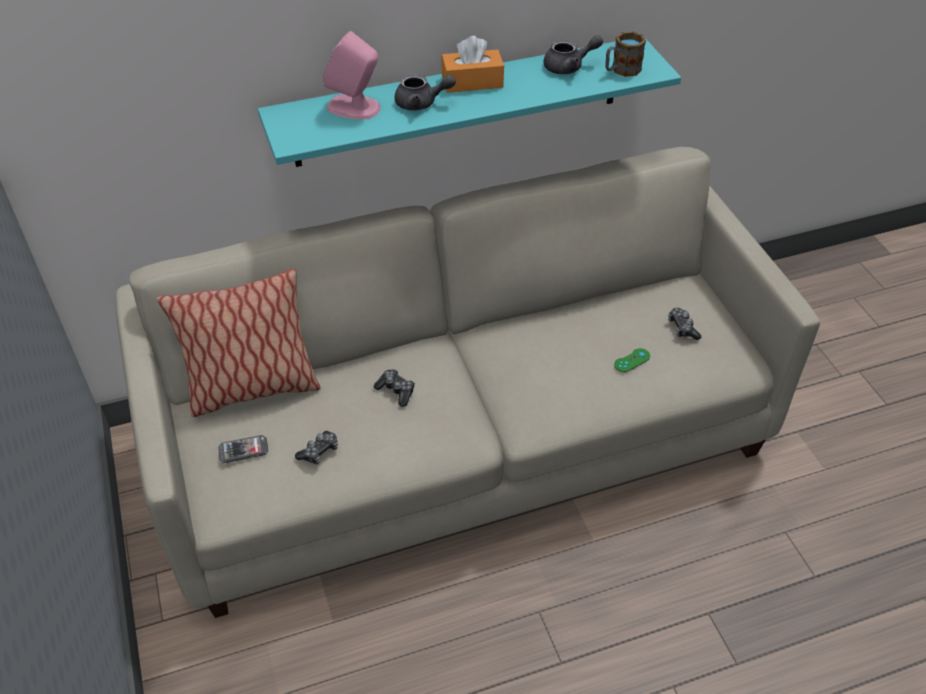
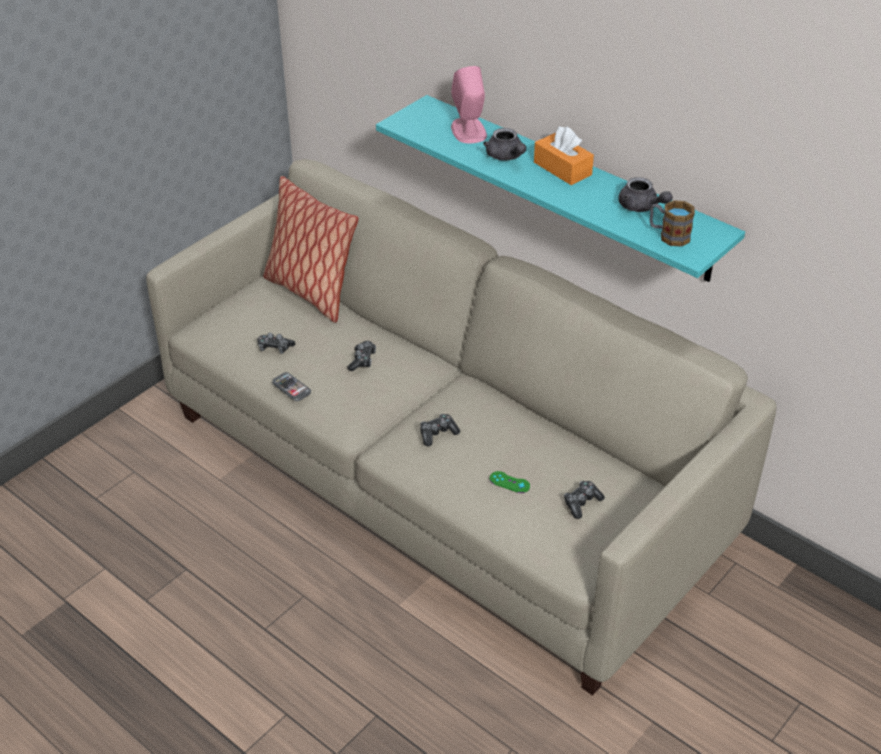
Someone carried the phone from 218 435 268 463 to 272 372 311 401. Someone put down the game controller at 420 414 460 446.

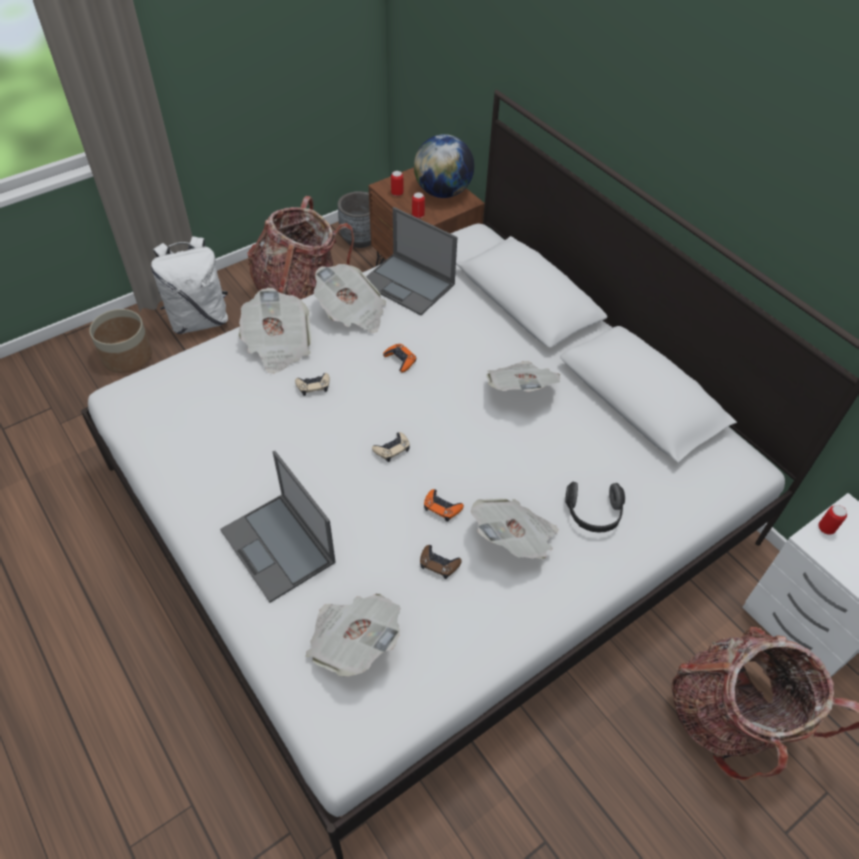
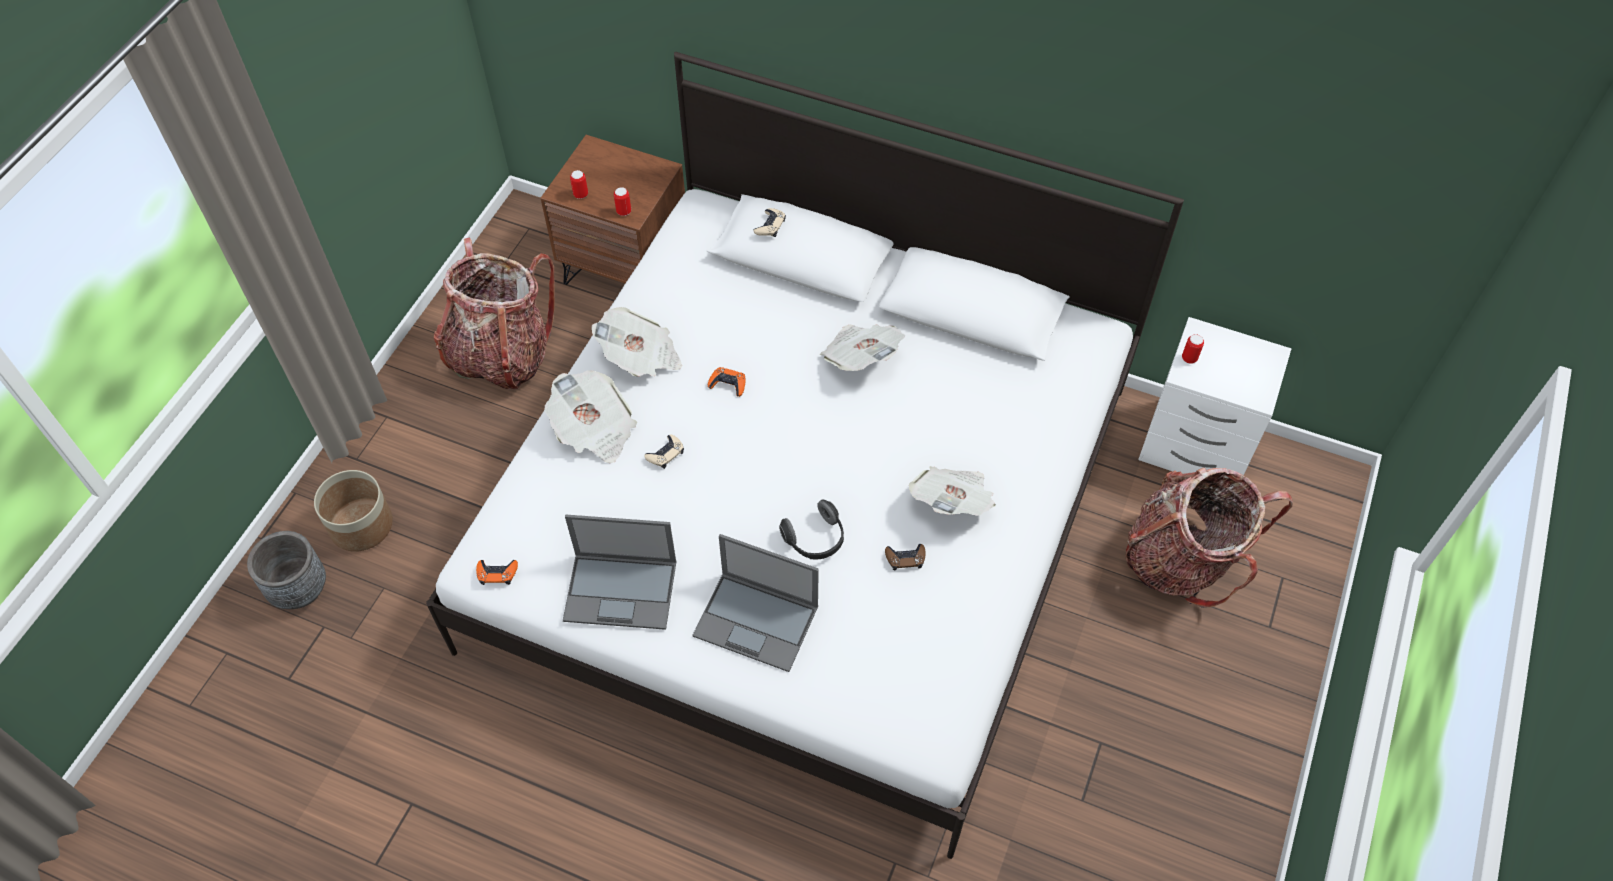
Someone took away the globe at 414 134 474 198. Someone carried the grey planter from 338 191 371 248 to 247 531 326 609. Someone carried the laptop from 366 207 457 315 to 563 515 676 630. Someone took away the white backpack at 151 236 228 334. Someone carried the beige game controller from 372 432 410 462 to 753 208 786 237. Someone carried the headphones from 565 481 625 533 to 779 499 844 560. Someone carried the orange game controller from 424 489 464 522 to 476 560 518 585. Someone took away the newspaper at 306 594 401 677.

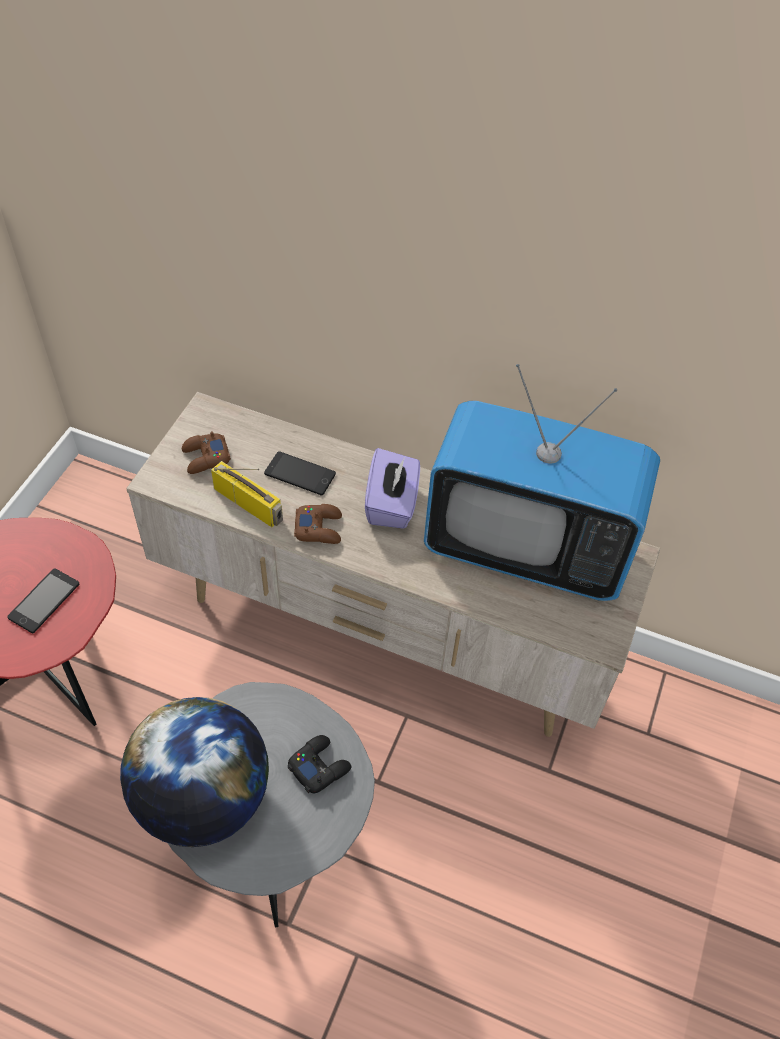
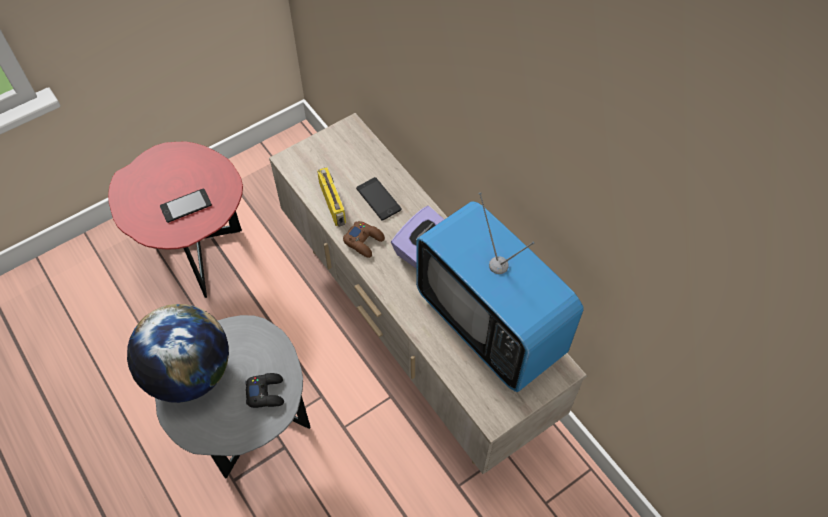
Someone took away the brown game controller at 182 431 231 474.

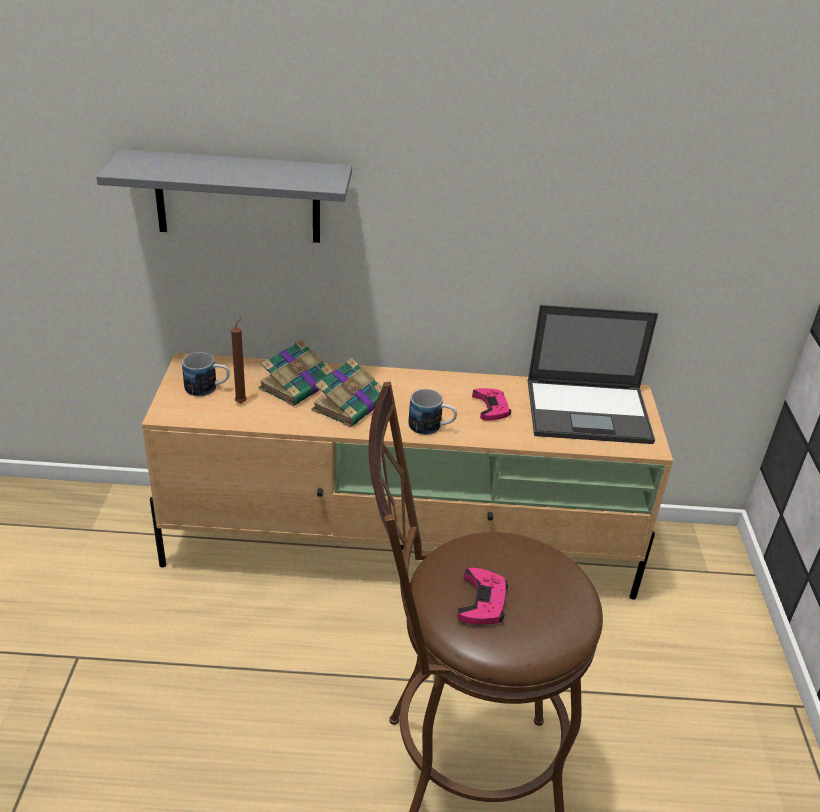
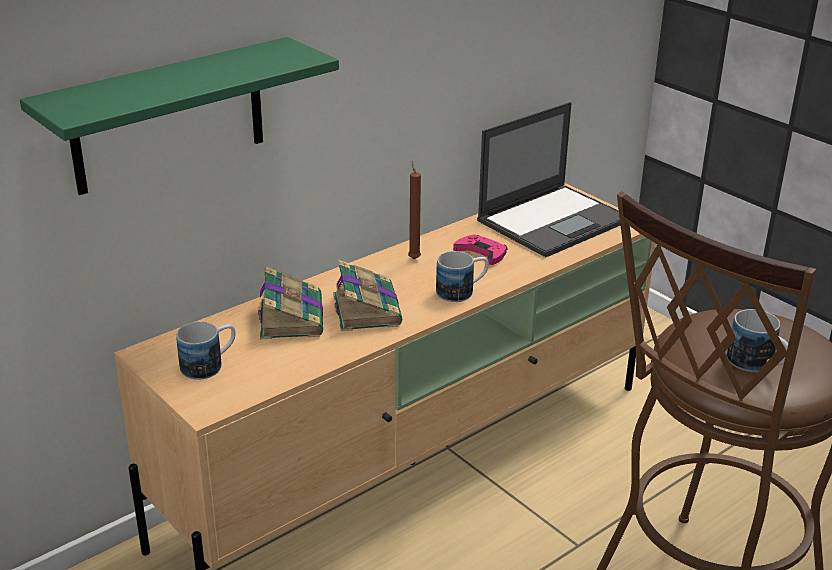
Someone repainted the grey shelf at 97 149 352 243, which became the green shelf at 20 37 339 195. Someone carried the brown candle from 231 316 247 403 to 408 160 421 260. Someone swapped the pink game controller at 457 568 508 625 for the mug at 727 309 788 372.

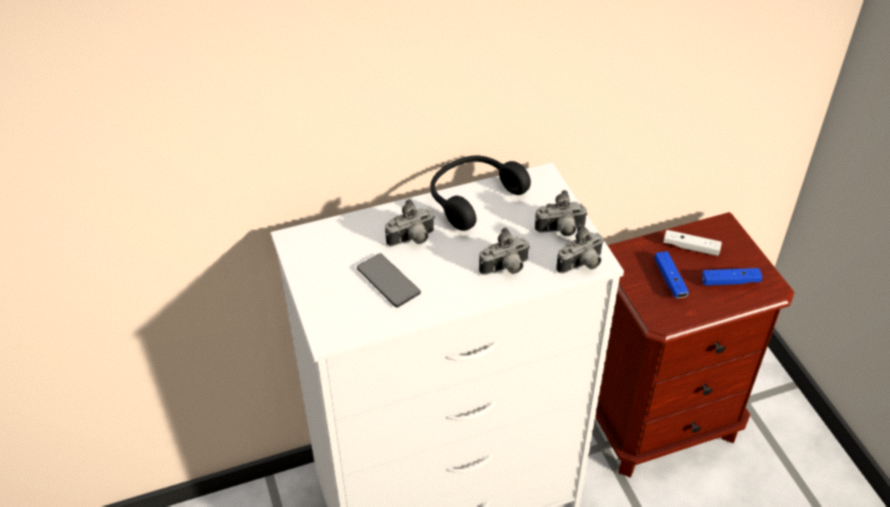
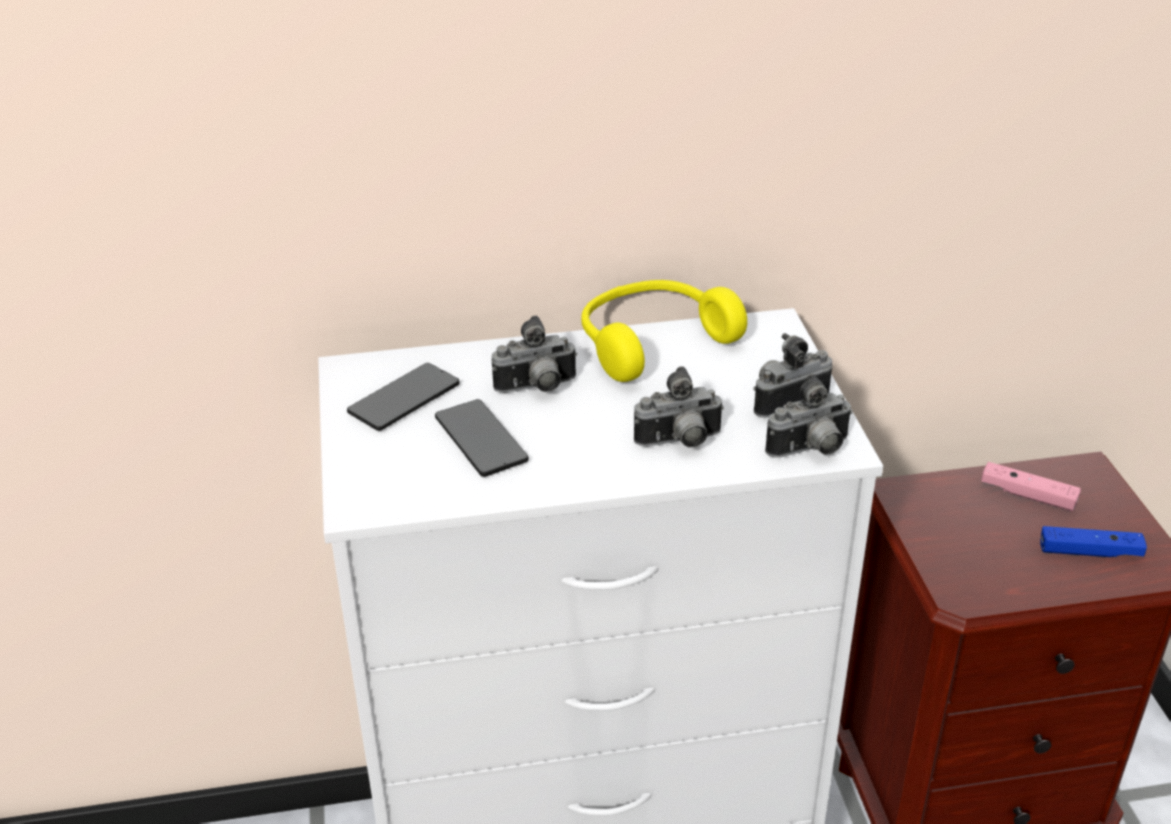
Someone repainted the black headphones at 430 156 531 231, which became the yellow headphones at 581 280 747 382. Someone rotated the photo camera at 535 190 588 236 by 150 degrees clockwise. Someone repainted the white game controller at 663 230 722 256, which became the pink game controller at 981 462 1081 511. Someone took away the blue game controller at 654 251 689 298. Someone put down the phone at 347 363 460 431.

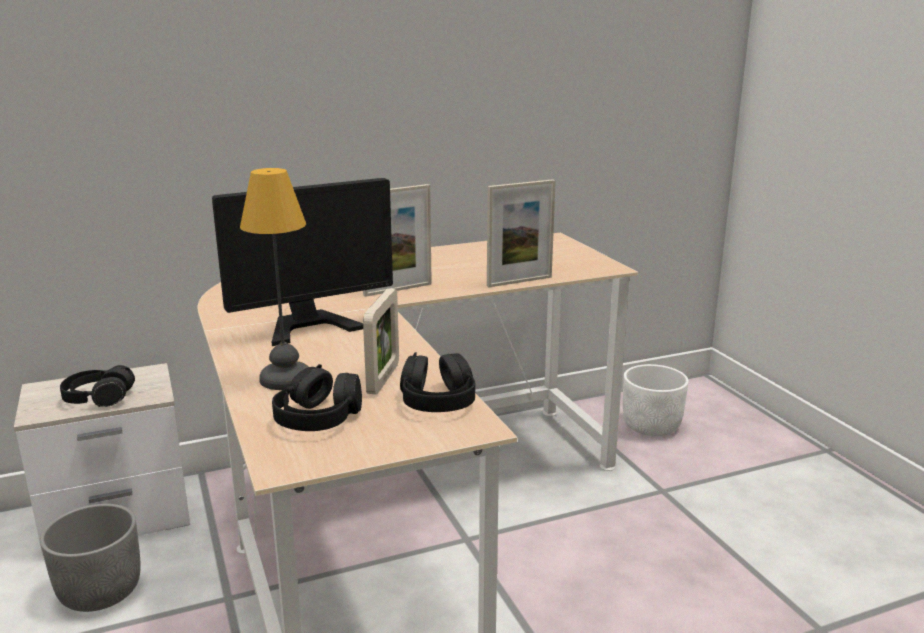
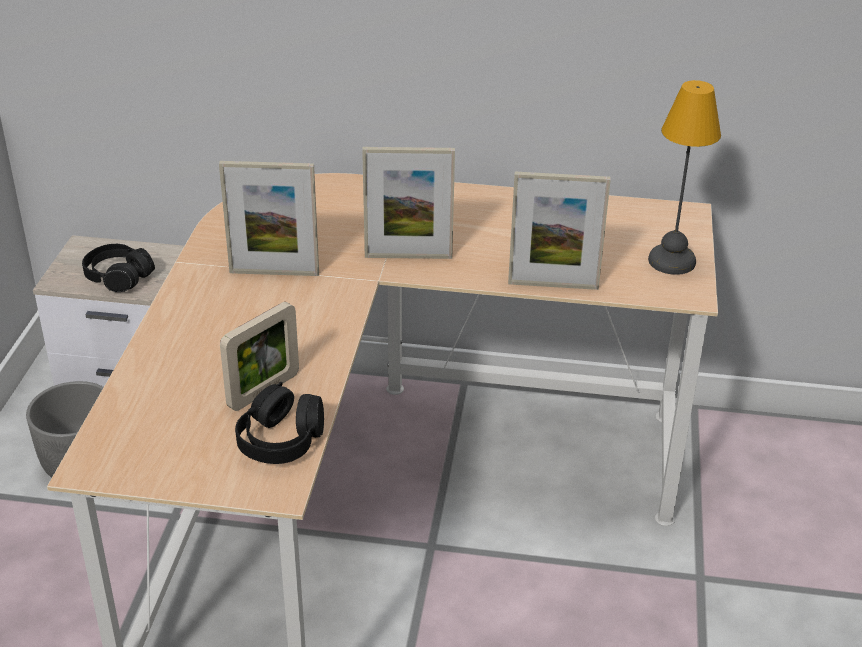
Someone carried the table lamp from 240 168 309 390 to 648 80 721 275. Someone swapped the monitor at 212 178 393 346 for the picture frame at 219 161 319 276. Someone took away the black headphones at 272 364 362 431. Someone took away the white planter at 623 364 689 436.

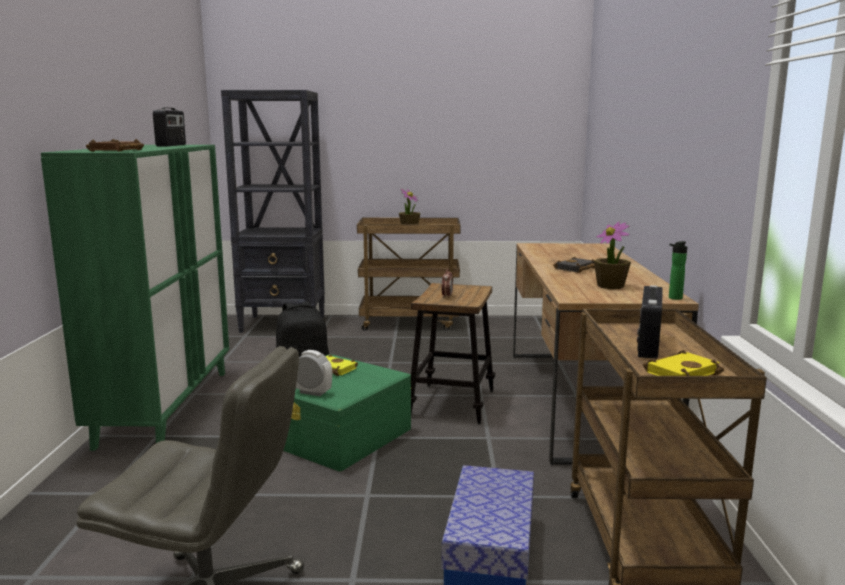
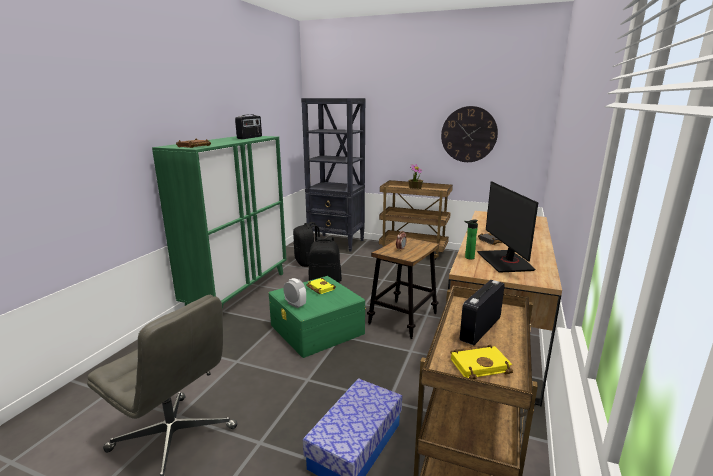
Someone swapped the potted plant at 594 221 631 289 for the monitor at 477 181 538 273. Someone carried the bottle from 669 241 687 300 to 464 220 478 259. Someone put up the wall clock at 441 106 498 162. Someone put down the black backpack at 293 222 320 267.

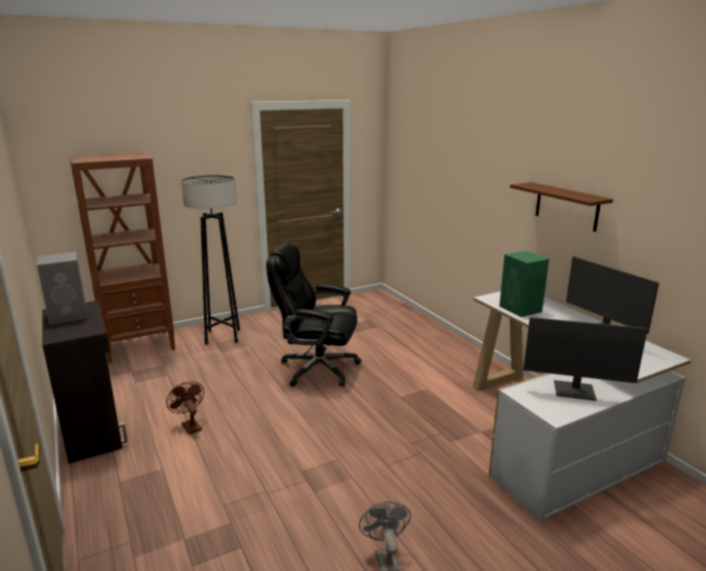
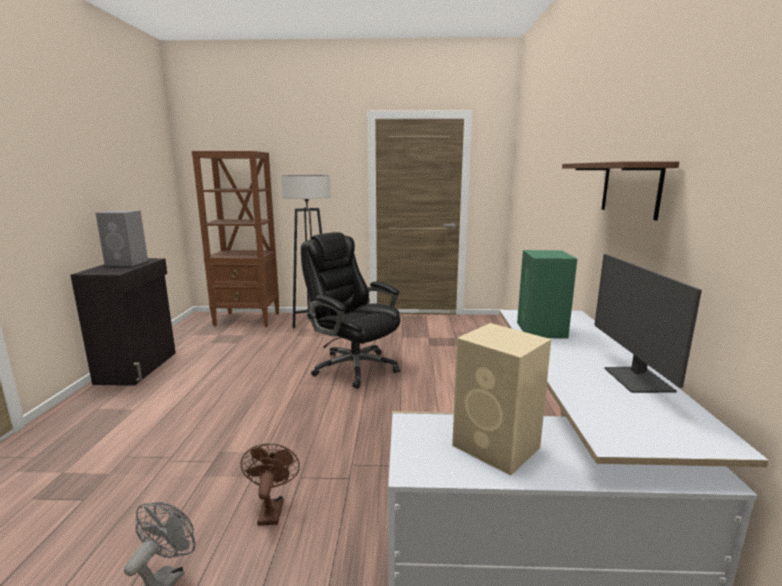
Someone swapped the monitor at 523 317 648 401 for the beige speaker at 452 323 551 476. Someone carried the brown fan from 166 381 204 435 to 241 443 300 526.

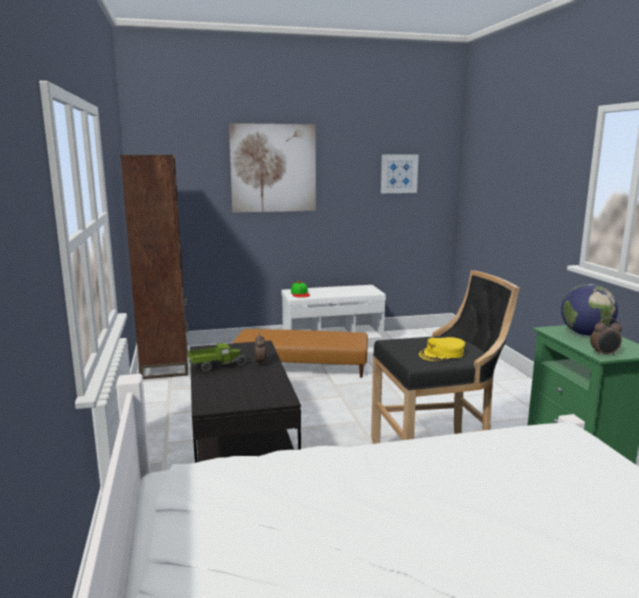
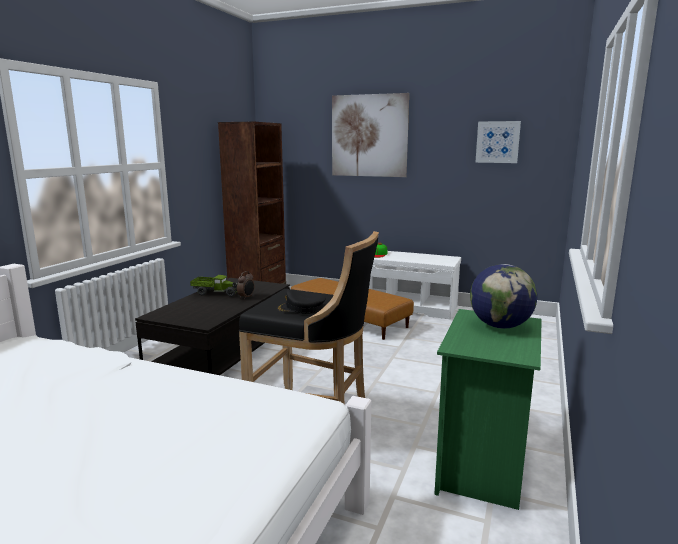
Someone took away the alarm clock at 590 318 622 356. Someone repainted the yellow cap at 419 337 465 361, which became the black cap at 276 289 326 314.

